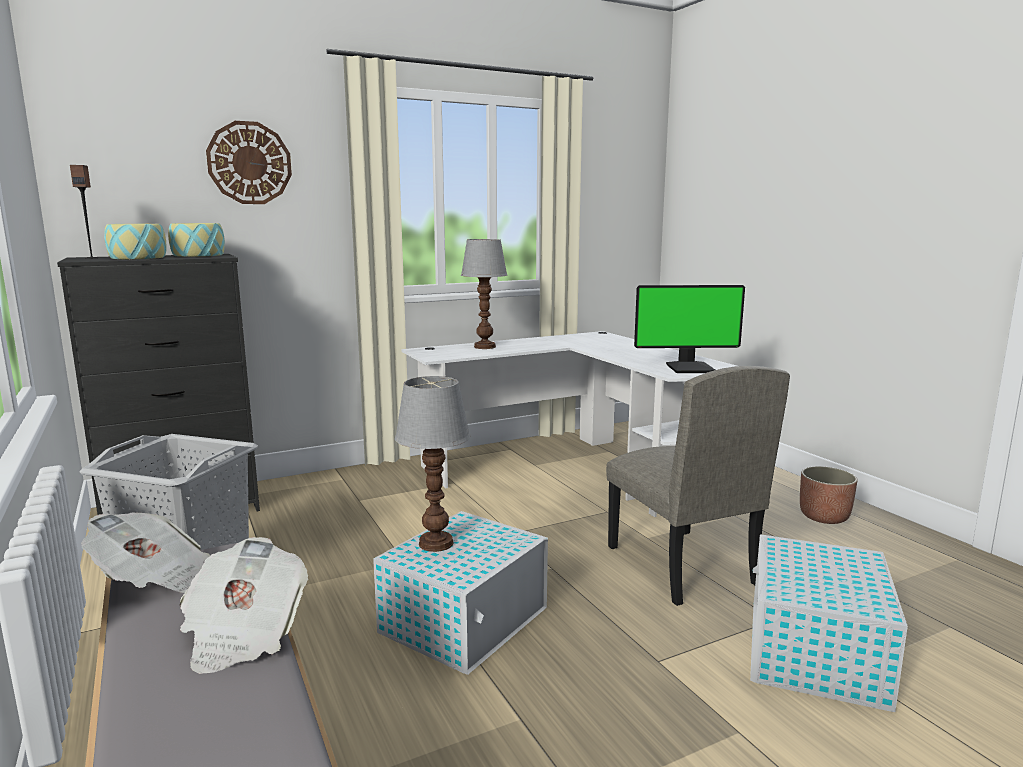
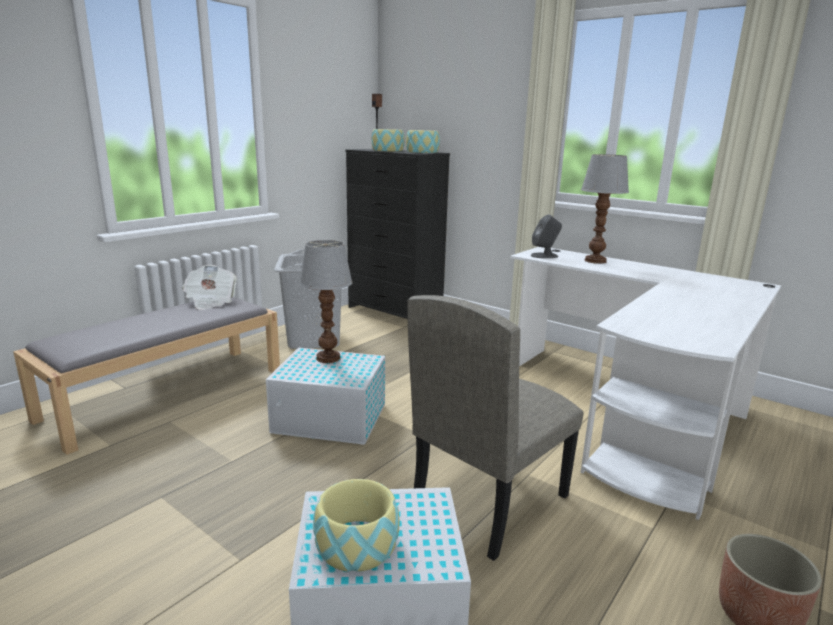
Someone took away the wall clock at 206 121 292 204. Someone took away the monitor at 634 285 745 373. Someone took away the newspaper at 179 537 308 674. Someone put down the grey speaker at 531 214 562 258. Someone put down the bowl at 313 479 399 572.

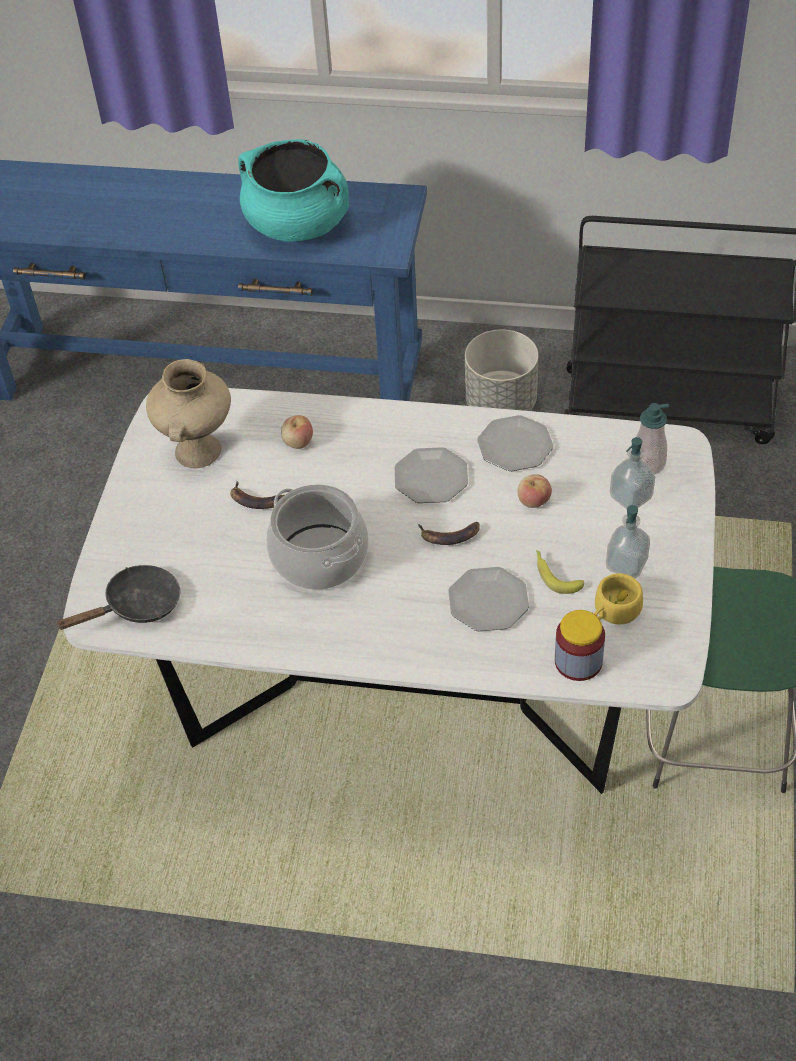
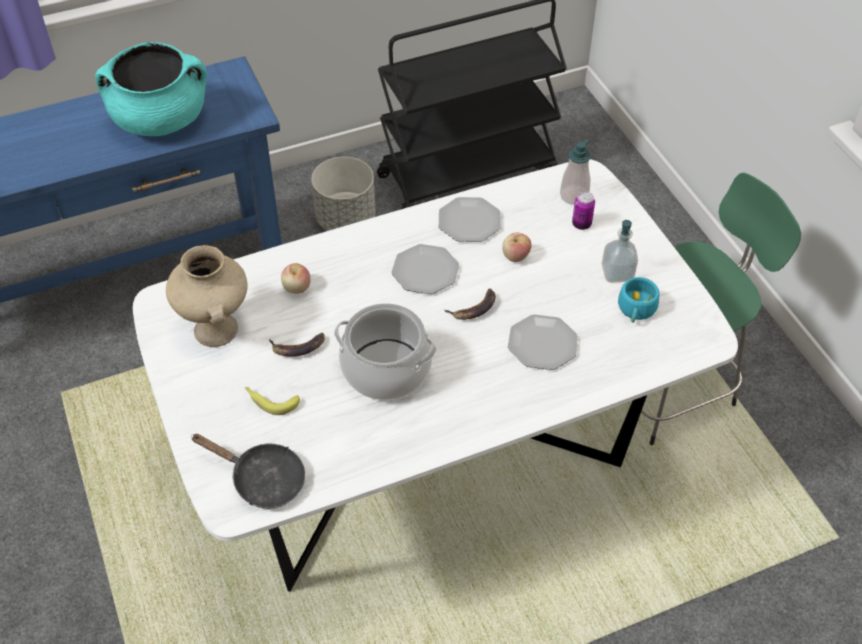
Someone swapped the soap dispenser at 610 437 655 509 for the can at 572 192 595 230. Someone carried the banana from 536 550 584 594 to 245 387 300 415. Someone rotated the black frying pan at 56 565 180 630 by 90 degrees clockwise. Someone repainted the yellow cup at 594 573 643 625, which became the turquoise cup at 618 277 660 323. Someone took away the jar at 555 610 605 681.

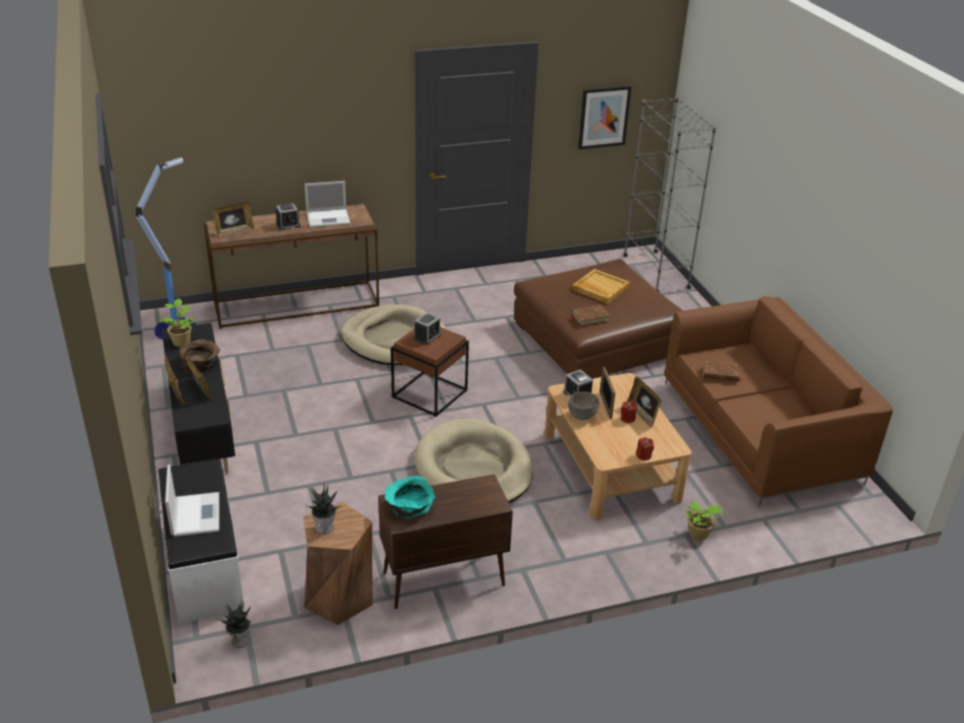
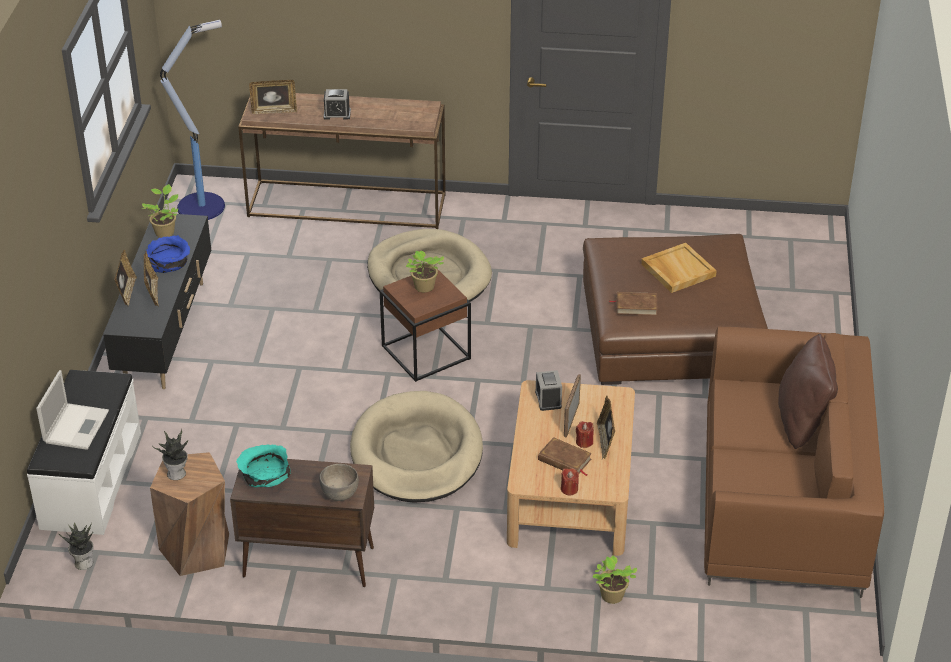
Someone took away the picture at 578 86 632 149. Someone took away the grey bookcase at 623 97 716 291. Someone took away the laptop at 305 181 350 227. Someone swapped the alarm clock at 414 313 441 345 for the potted plant at 406 250 444 292. Someone repainted the brown bowl at 179 338 220 373, which became the blue bowl at 146 235 190 273. Someone carried the brown book from 703 360 744 382 to 538 437 592 476. Someone carried the grey bowl from 568 392 599 420 to 319 464 359 501. Someone put down the brown pillow at 778 334 838 449.

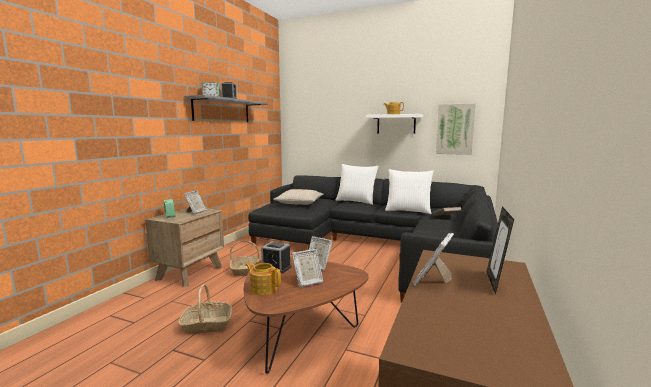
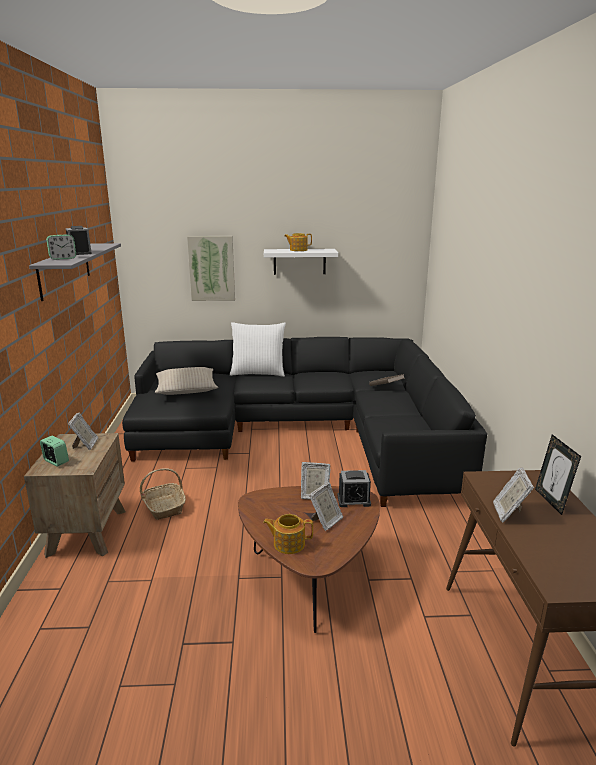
Someone carried the picture from 436 103 476 155 to 187 236 235 301. Someone took away the white pillow at 385 169 434 214. Someone carried the alarm clock from 261 242 291 273 to 337 470 371 507. Someone took away the basket at 178 284 232 334.

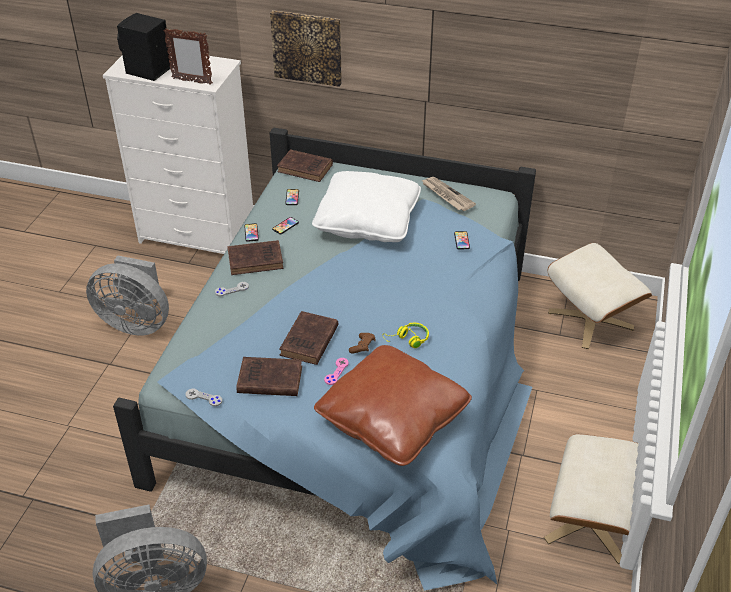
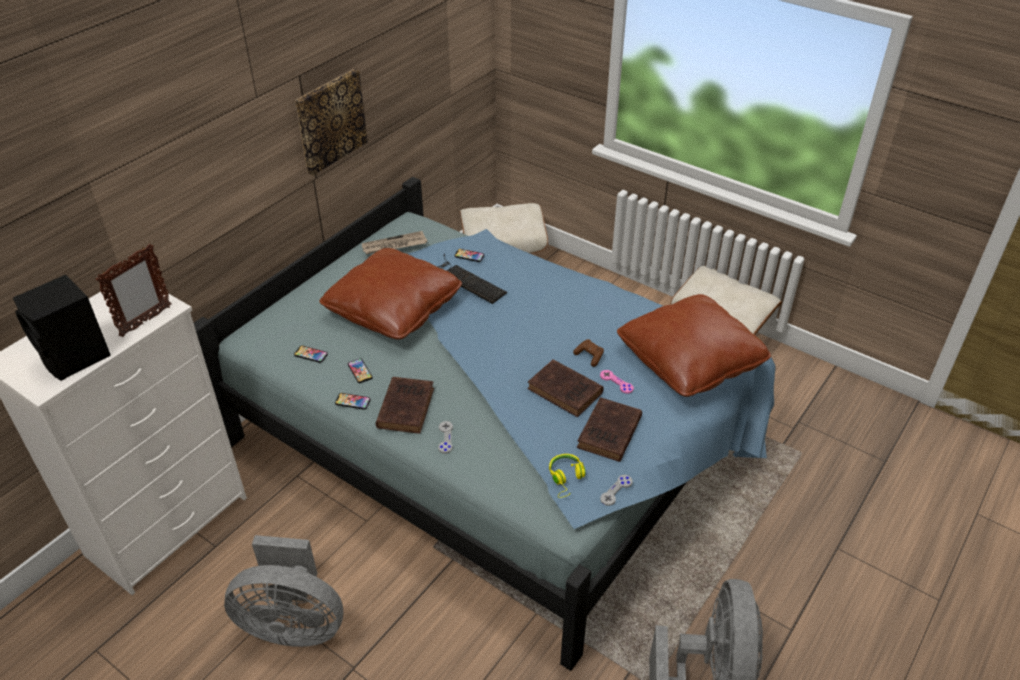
Someone carried the picture from 270 10 342 87 to 295 69 368 175. Someone took away the brown book at 277 149 333 182. Someone repainted the white pillow at 312 171 421 242, which became the brown pillow at 319 248 462 340. Someone rotated the grey fan at 86 256 169 335 by 60 degrees clockwise. Someone carried the yellow headphones from 383 323 429 348 to 549 454 586 498. Someone put down the keyboard at 438 254 507 304.

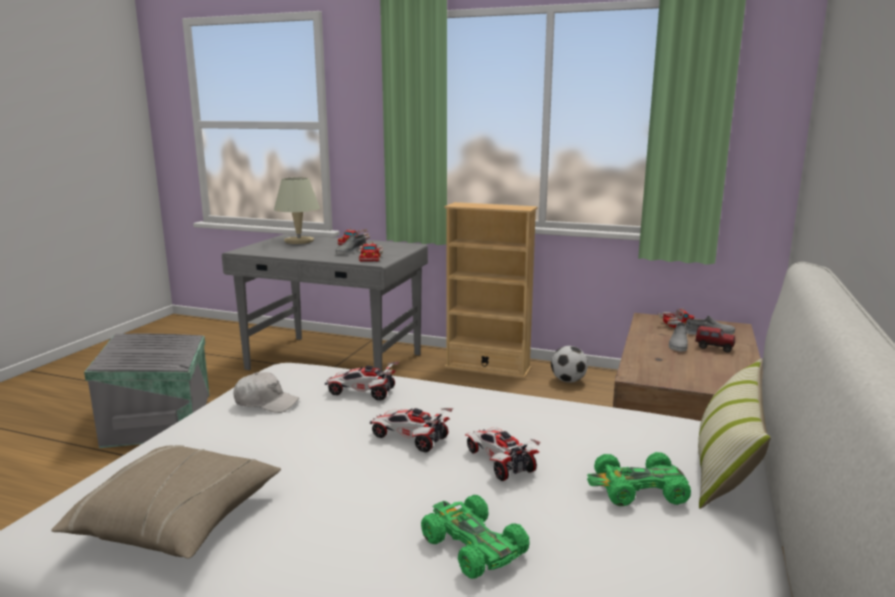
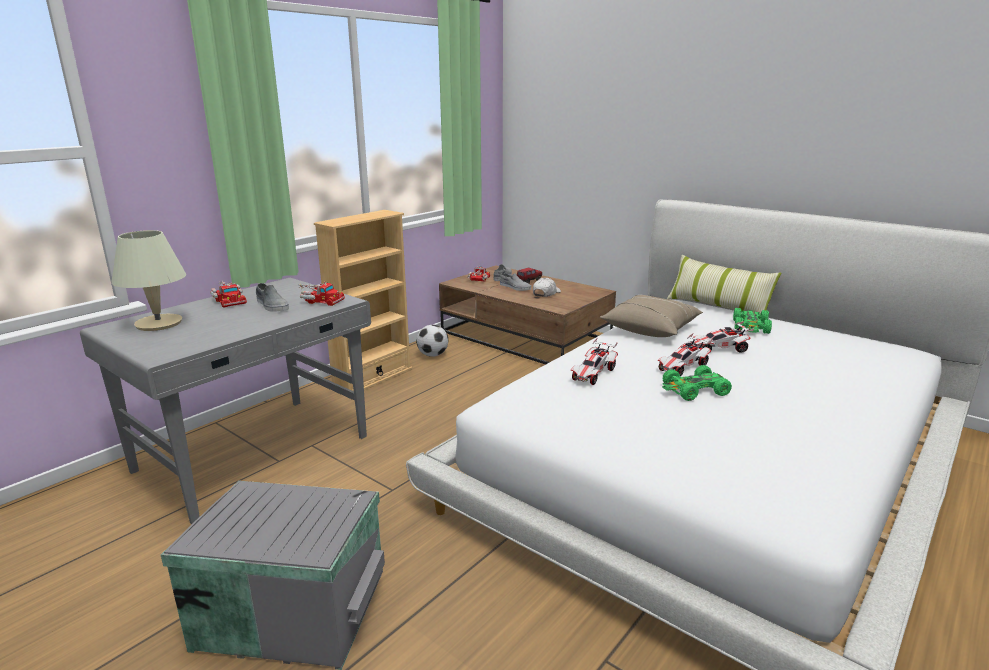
Someone carried the white cap from 233 372 299 413 to 533 278 561 297. Someone carried the beige pillow from 51 445 281 558 to 600 295 703 337. Someone carried the green toy car from 421 495 530 579 to 662 365 732 401.

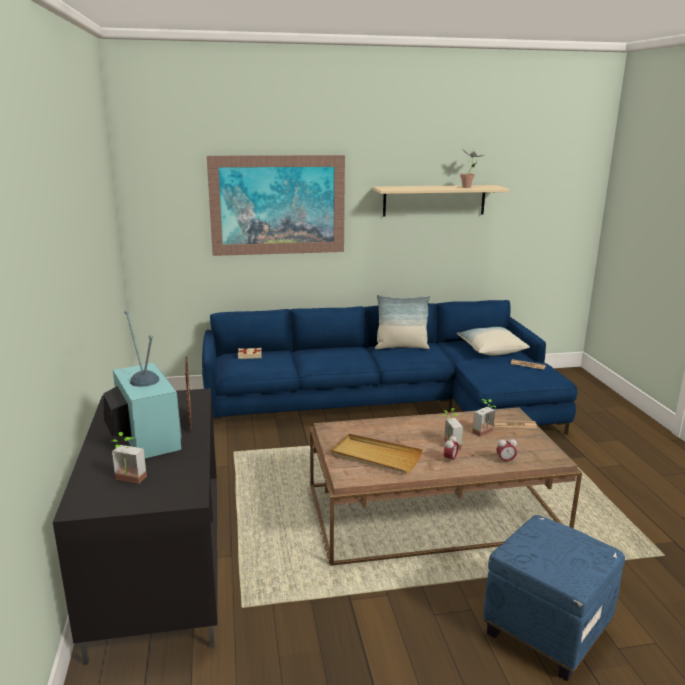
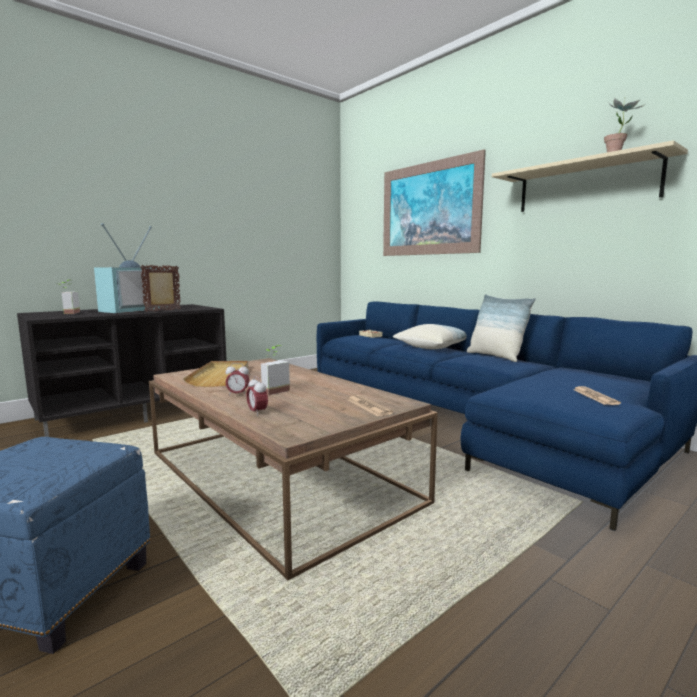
Someone carried the pillow from 456 327 530 356 to 393 324 467 349. Someone took away the potted plant at 472 399 496 437.

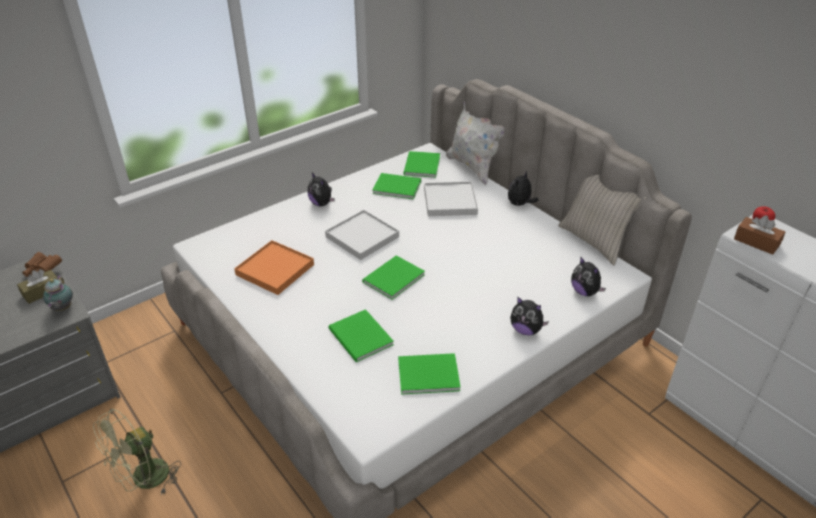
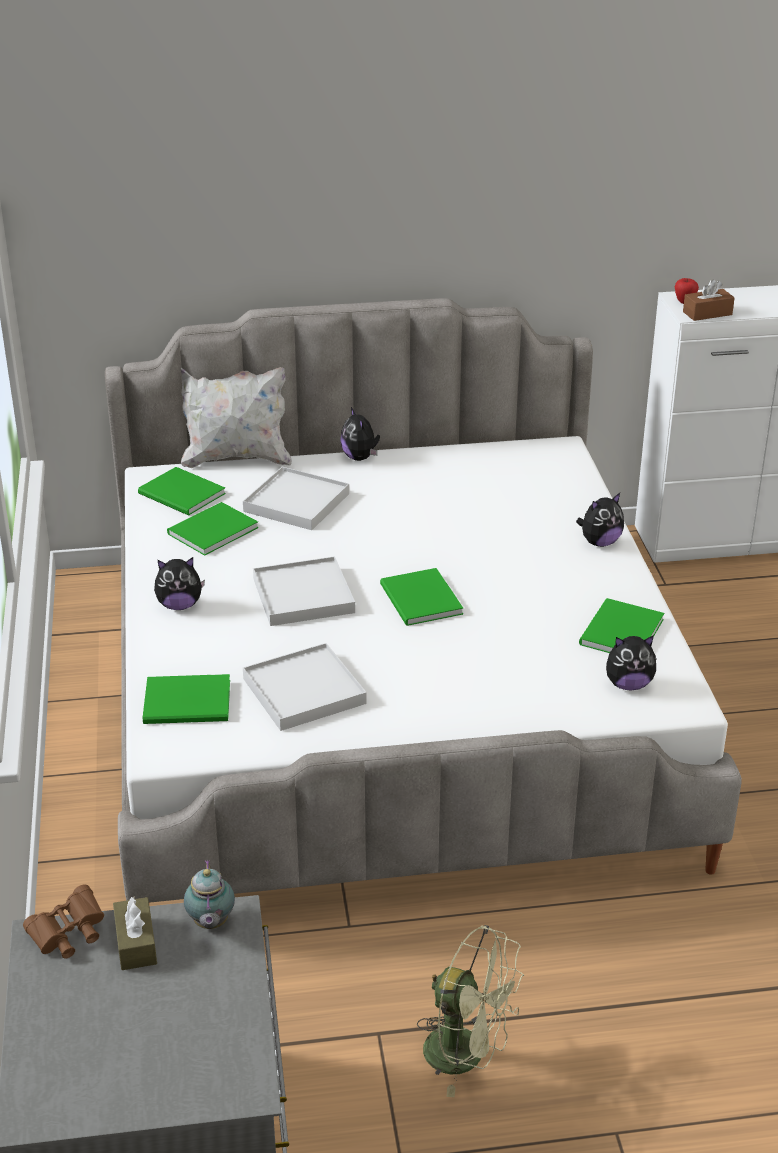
Someone took away the beige pillow at 558 175 647 265. Someone repainted the orange tray at 234 240 314 295, which became the white tray at 243 643 367 731. Someone carried the plush toy from 571 257 606 296 to 606 635 657 690. Someone rotated the teapot at 43 275 73 311 by 60 degrees clockwise. Someone carried the green book from 328 309 394 362 to 143 674 230 724. Someone rotated the green fan at 93 409 181 495 by 45 degrees counterclockwise.

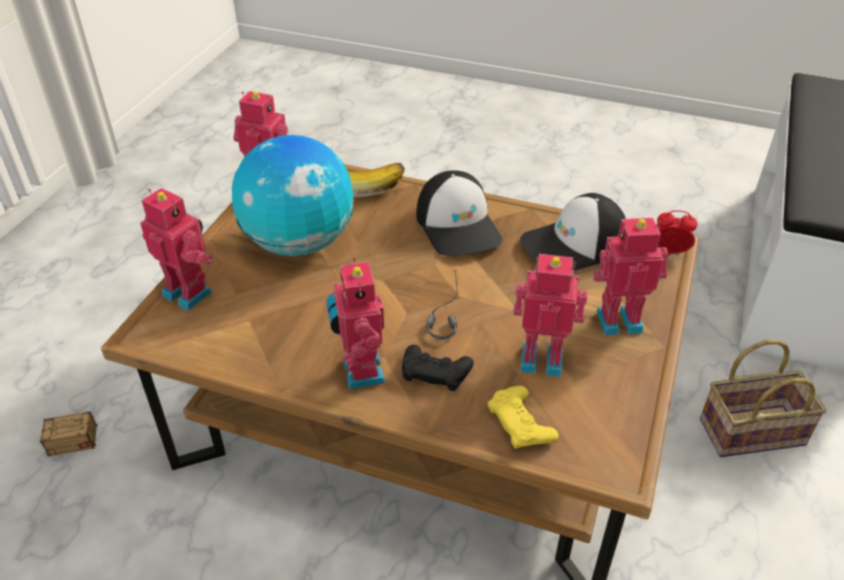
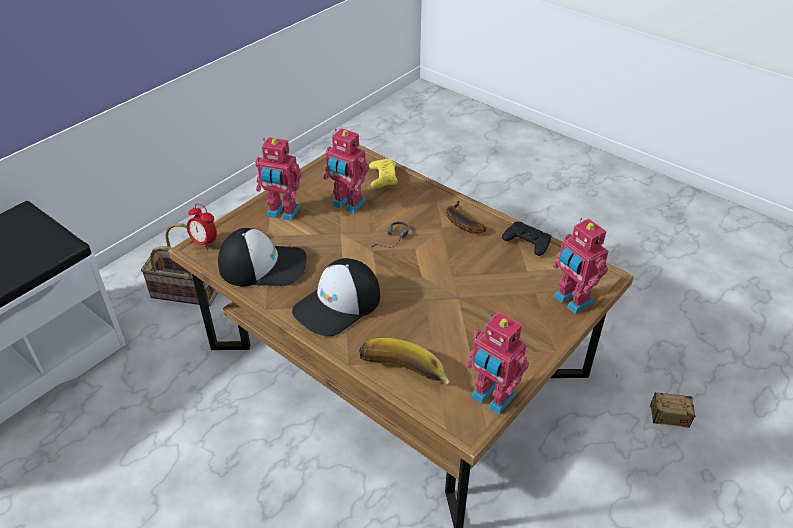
Someone took away the globe at 232 135 353 256. Someone rotated the cap at 416 170 503 256 by 135 degrees counterclockwise. Someone swapped the toy robot at 326 258 386 389 for the banana at 446 201 486 234. Someone carried the black game controller from 402 345 474 391 to 502 222 552 256.

